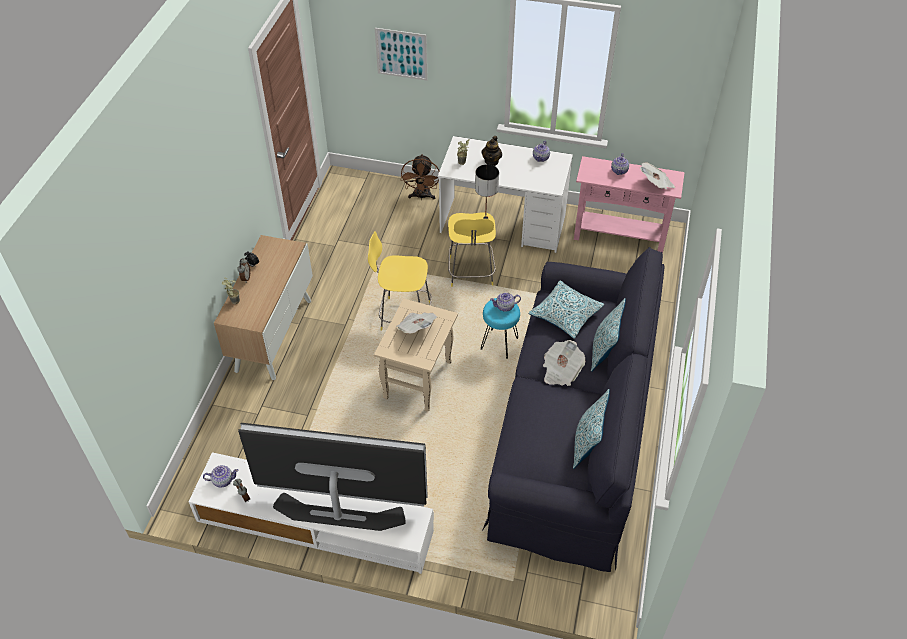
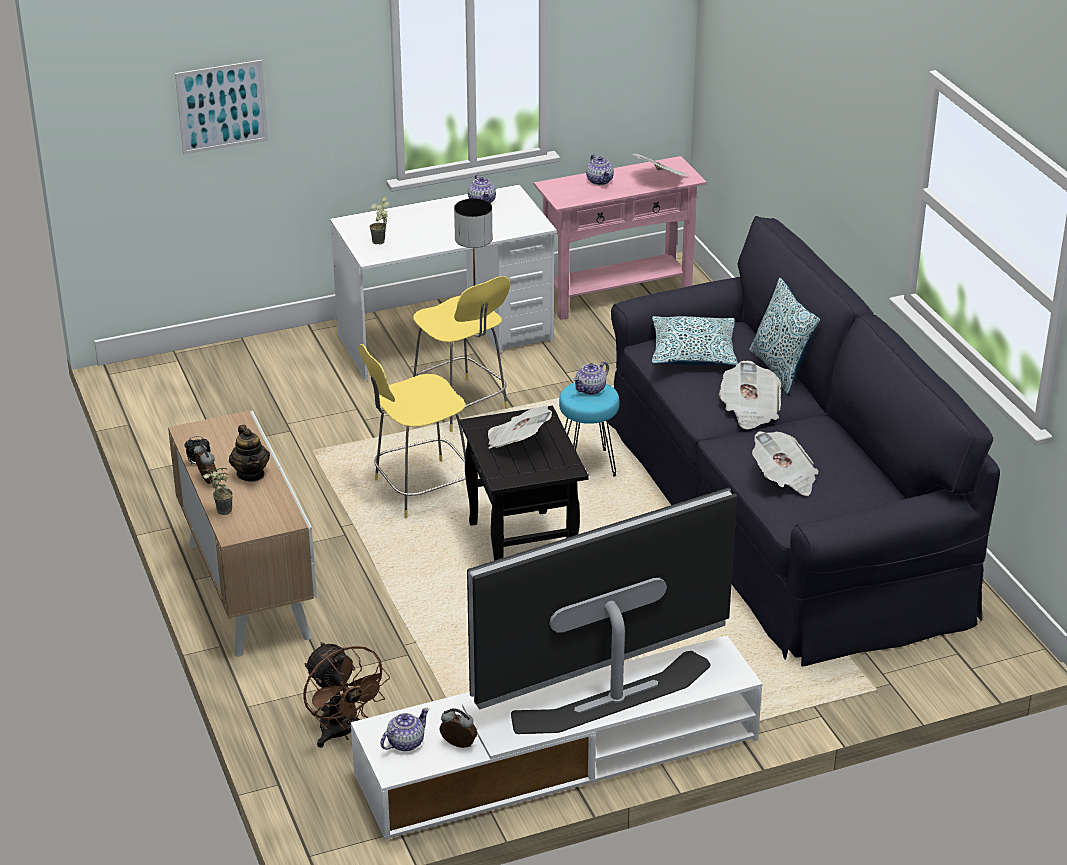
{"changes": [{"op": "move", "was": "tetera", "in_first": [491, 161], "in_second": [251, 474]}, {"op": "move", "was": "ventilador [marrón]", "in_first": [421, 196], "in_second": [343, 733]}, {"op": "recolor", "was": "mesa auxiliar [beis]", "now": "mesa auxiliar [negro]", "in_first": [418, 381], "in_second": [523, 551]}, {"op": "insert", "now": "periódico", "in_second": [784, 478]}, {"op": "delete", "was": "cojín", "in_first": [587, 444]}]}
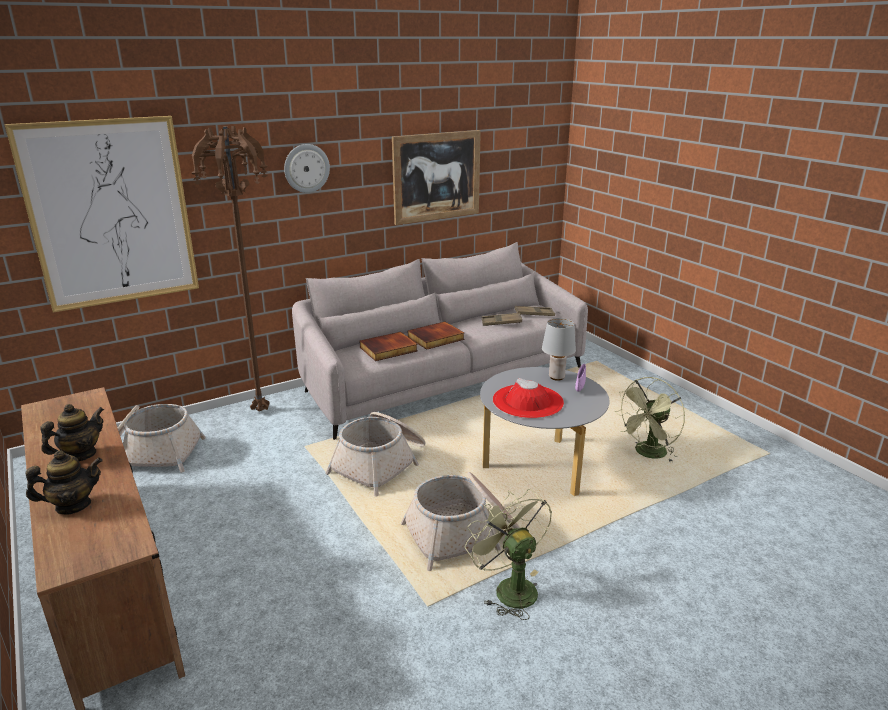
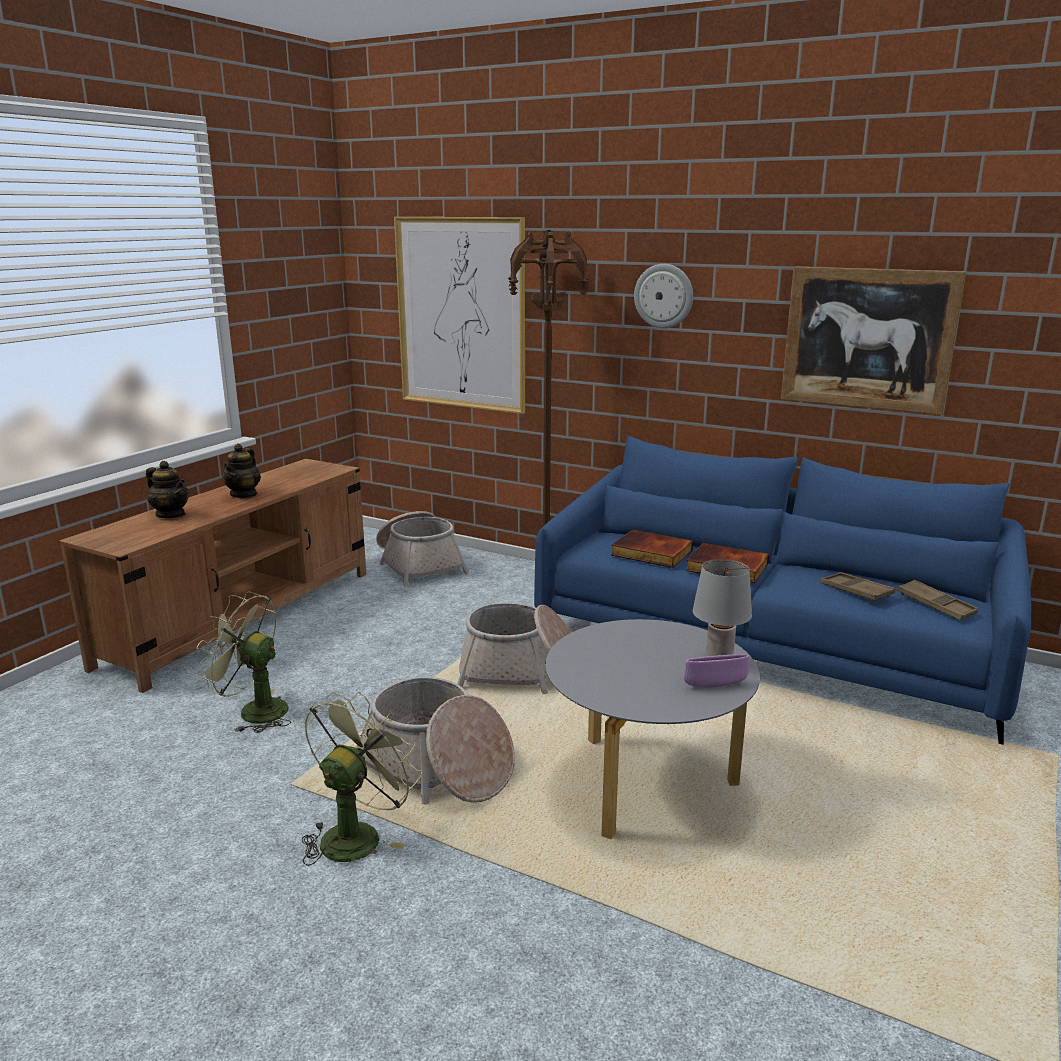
{"changes": [{"op": "move", "was": "ventilador [verde]", "in_first": [647, 454], "in_second": [253, 711]}, {"op": "rotate", "was": "tetera", "in_first": [80, 455], "in_second": [244, 494], "clockwise": 90}, {"op": "recolor", "was": "sofá [gris]", "now": "sofá [azul]", "in_first": [442, 379], "in_second": [766, 647]}, {"op": "delete", "was": "sombrero [rojo]", "in_first": [528, 401]}]}
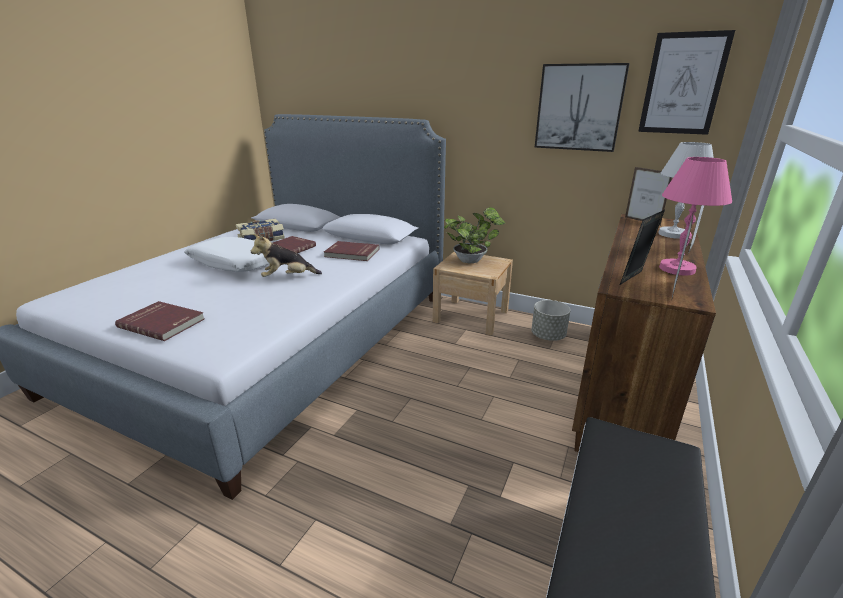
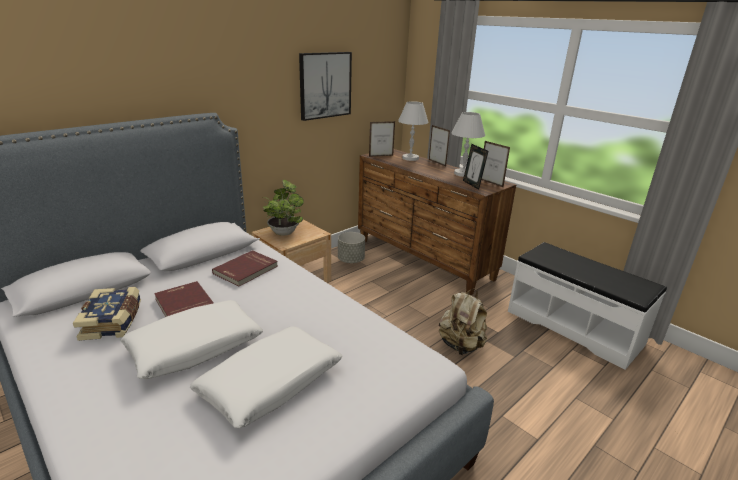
{"changes": [{"op": "insert", "now": "cojín [blanco]", "in_second": [270, 383]}, {"op": "insert", "now": "mochila [beis]", "in_second": [461, 345]}, {"op": "recolor", "was": "lámpara de mesa [rosa]", "now": "lámpara de mesa [blanco]", "in_first": [676, 269], "in_second": [462, 174]}, {"op": "delete", "was": "libro [rojo]", "in_first": [163, 323]}, {"op": "delete", "was": "peluche", "in_first": [287, 277]}, {"op": "delete", "was": "cuadro", "in_first": [683, 84]}]}
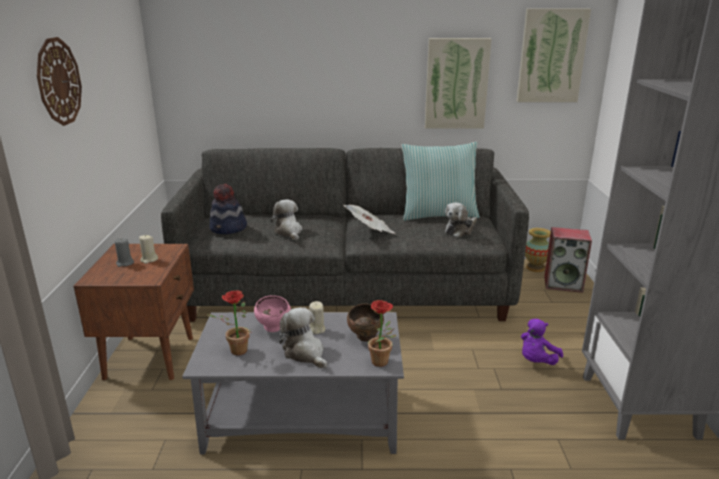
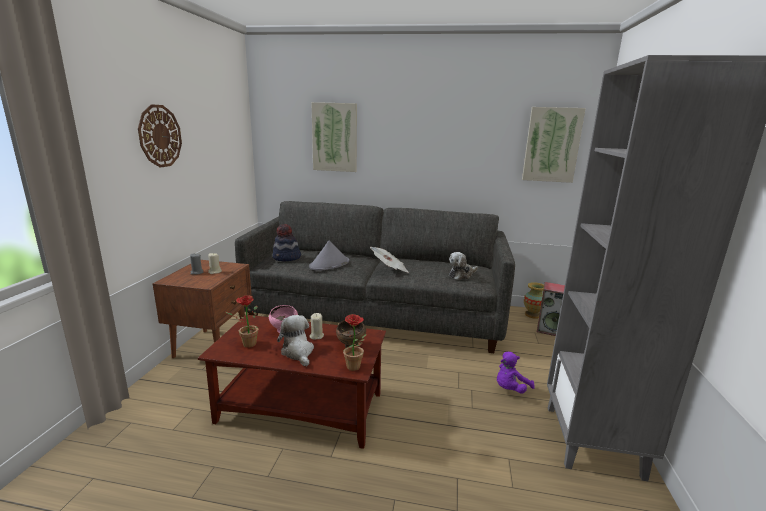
{"changes": [{"op": "recolor", "was": "mesa de centro [gris]", "now": "mesa de centro [marrón]", "in_first": [304, 418], "in_second": [302, 407]}, {"op": "replace", "was": "peluche", "now": "sombrero [gris]", "in_first": [289, 232], "in_second": [329, 264]}, {"op": "move", "was": "cuadro", "in_first": [456, 84], "in_second": [335, 137]}, {"op": "delete", "was": "cojín", "in_first": [438, 215]}]}
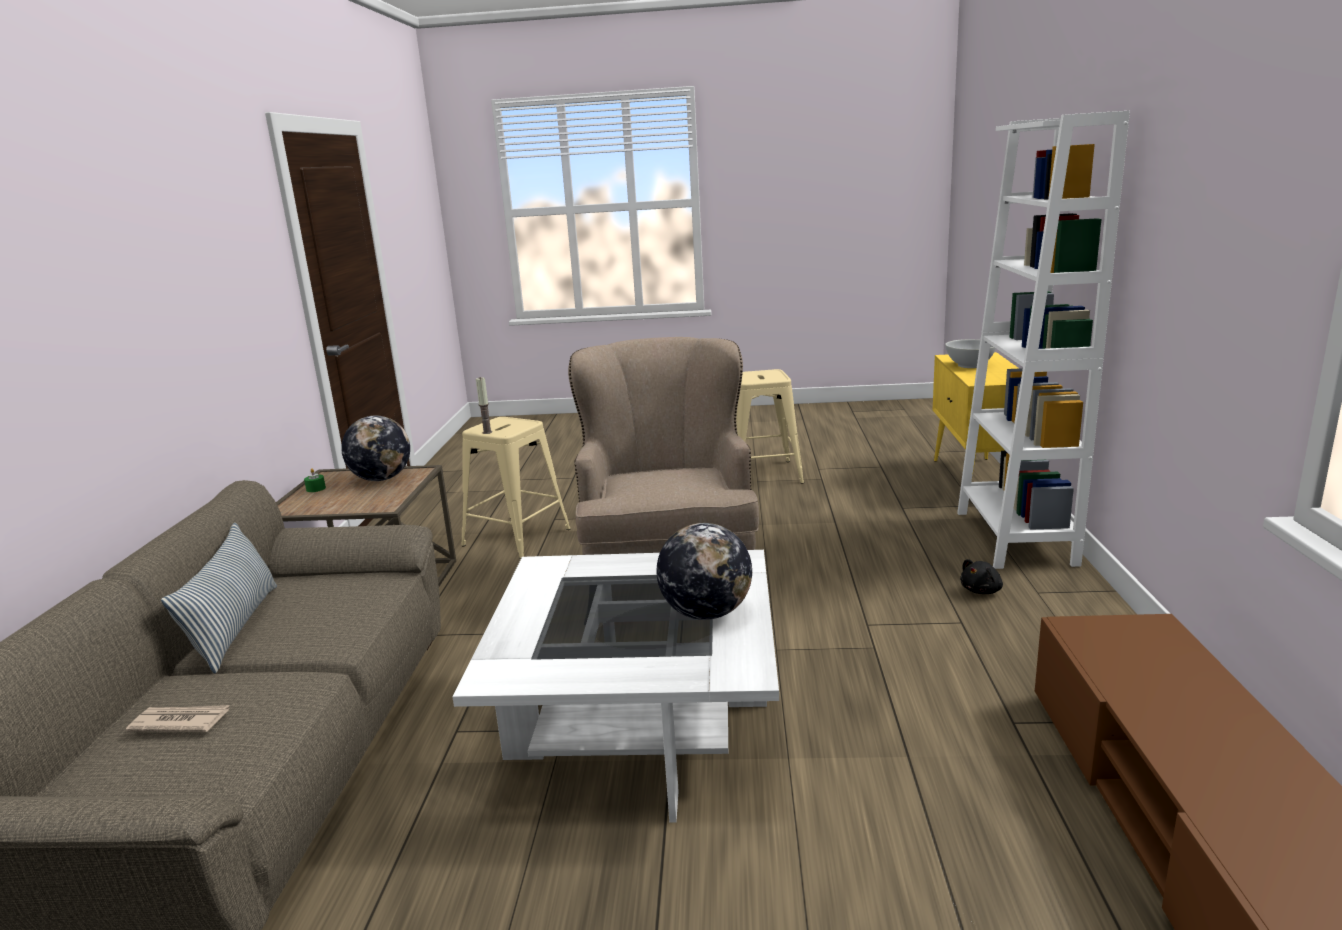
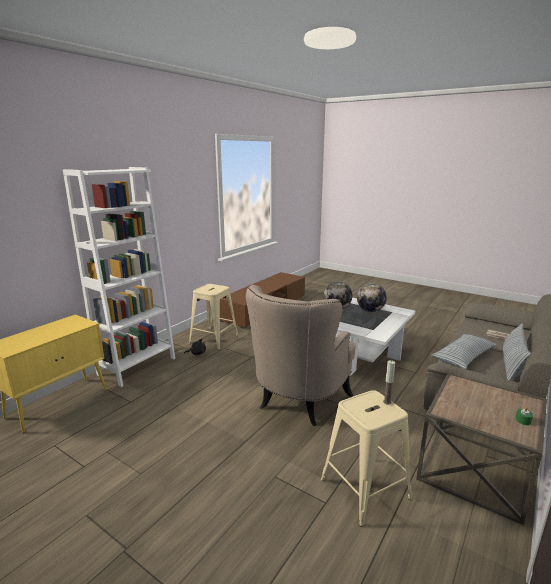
{"changes": [{"op": "move", "was": "taburete [beis]", "in_first": [762, 474], "in_second": [214, 339]}, {"op": "move", "was": "globo terráqueo", "in_first": [381, 479], "in_second": [370, 311]}, {"op": "insert", "now": "cojín", "in_second": [463, 357]}, {"op": "delete", "was": "cuenco [blanco]", "in_first": [970, 365]}]}
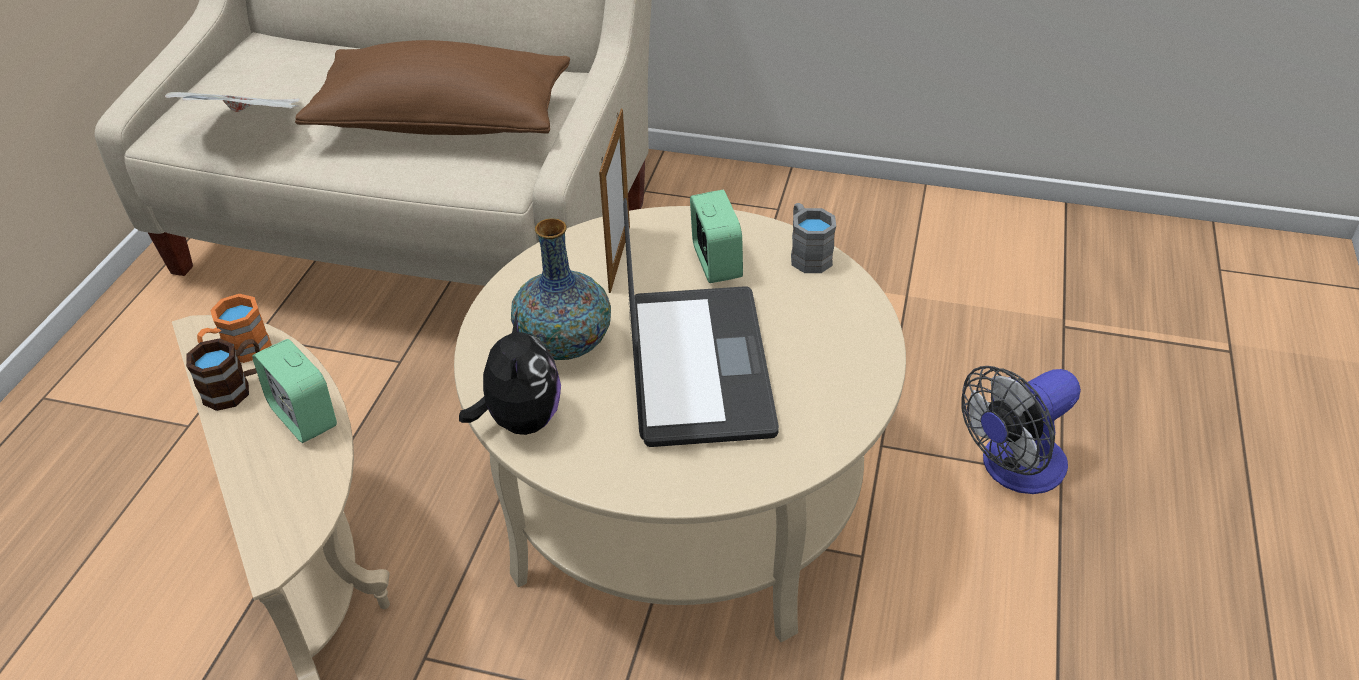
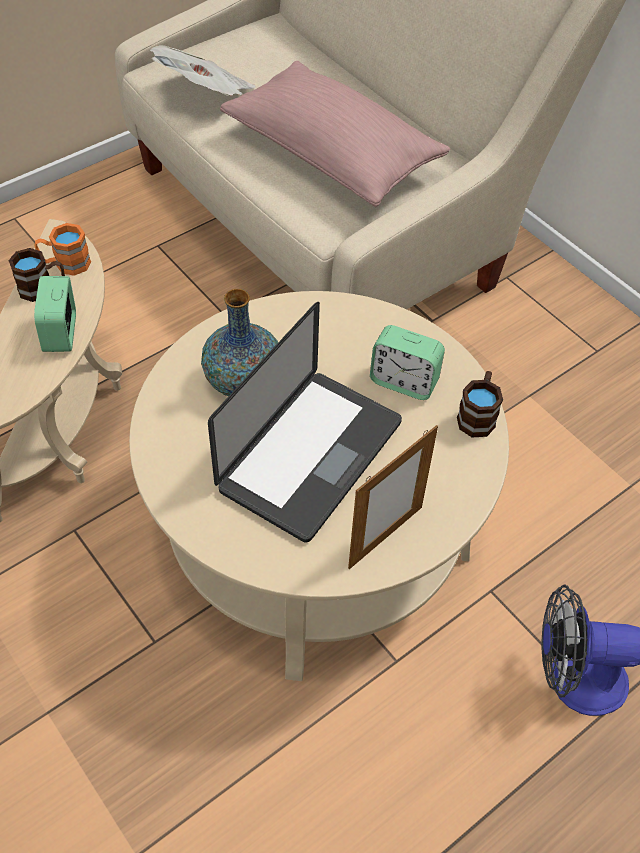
{"changes": [{"op": "recolor", "was": "cojín [marrón]", "now": "cojín [rosa]", "in_first": [443, 122], "in_second": [332, 155]}, {"op": "move", "was": "portarretratos", "in_first": [619, 258], "in_second": [385, 537]}, {"op": "rotate", "was": "despertador", "in_first": [716, 263], "in_second": [404, 382], "clockwise": 90}, {"op": "recolor", "was": "taza grande [gris]", "now": "taza grande [marrón]", "in_first": [807, 254], "in_second": [477, 415]}, {"op": "delete", "was": "peluche", "in_first": [520, 420]}]}
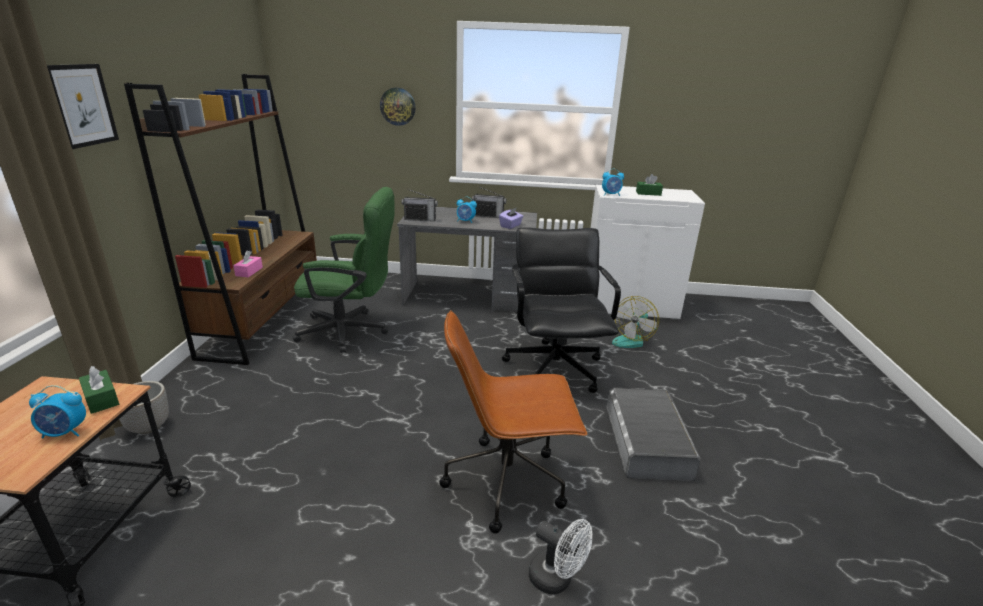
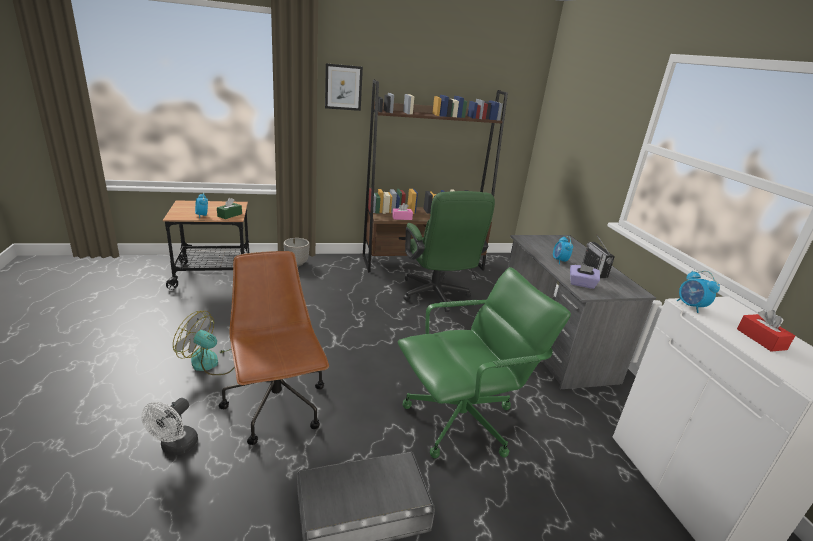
{"changes": [{"op": "move", "was": "ventilador", "in_first": [631, 339], "in_second": [211, 362]}, {"op": "recolor", "was": "silla de oficina [negro]", "now": "silla de oficina [verde]", "in_first": [555, 368], "in_second": [462, 421]}, {"op": "recolor", "was": "caja de pañuelos [verde]", "now": "caja de pañuelos [rojo]", "in_first": [648, 193], "in_second": [761, 339]}, {"op": "delete", "was": "reloj de pared", "in_first": [398, 106]}, {"op": "delete", "was": "radio", "in_first": [420, 219]}]}
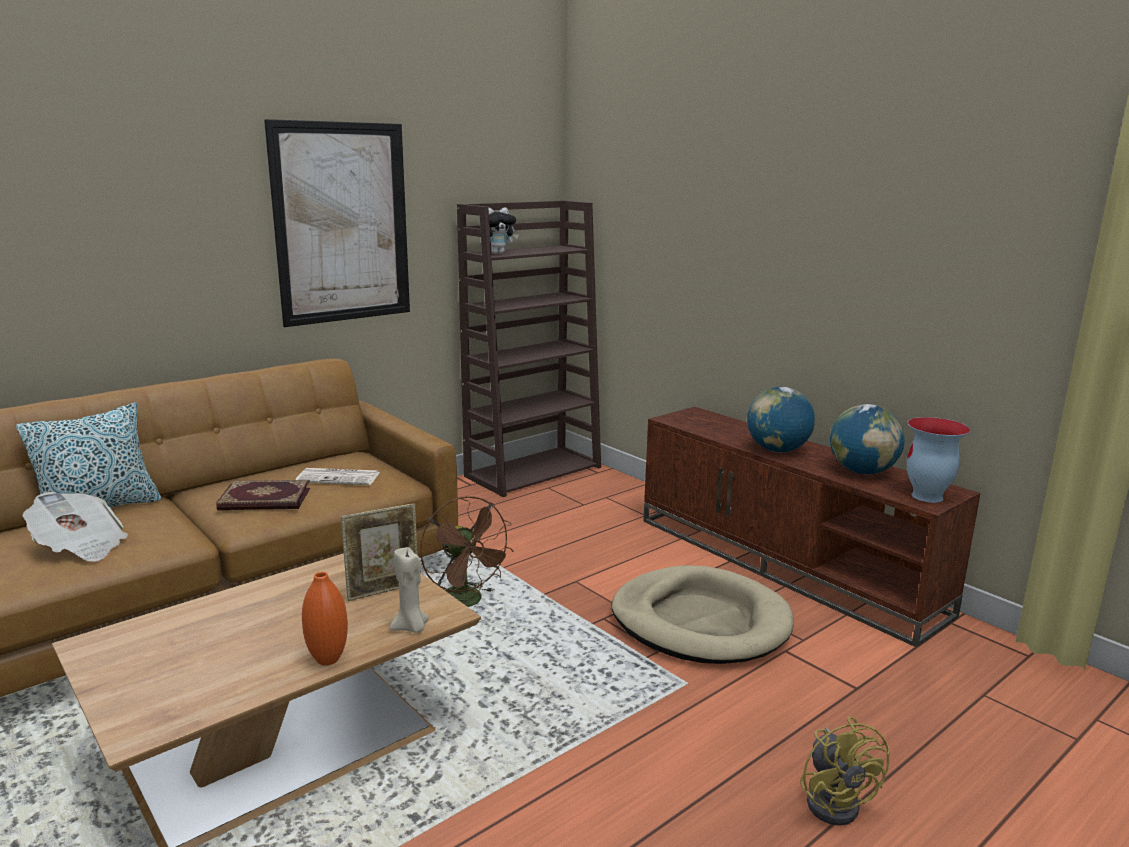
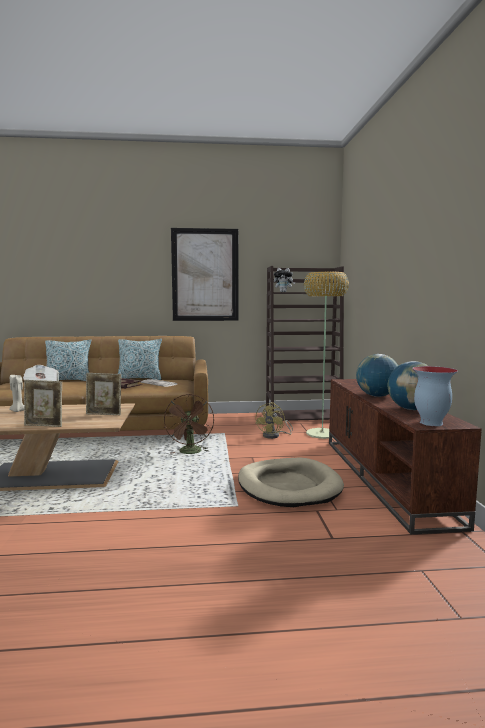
{"changes": [{"op": "move", "was": "vela [beis]", "in_first": [411, 628], "in_second": [18, 411]}, {"op": "replace", "was": "florero [naranja]", "now": "portarretratos", "in_first": [328, 659], "in_second": [44, 425]}, {"op": "insert", "now": "cojín", "in_second": [140, 379]}, {"op": "move", "was": "ventilador [amarillo]", "in_first": [836, 800], "in_second": [274, 436]}, {"op": "insert", "now": "lámpara de pie", "in_second": [322, 433]}]}
